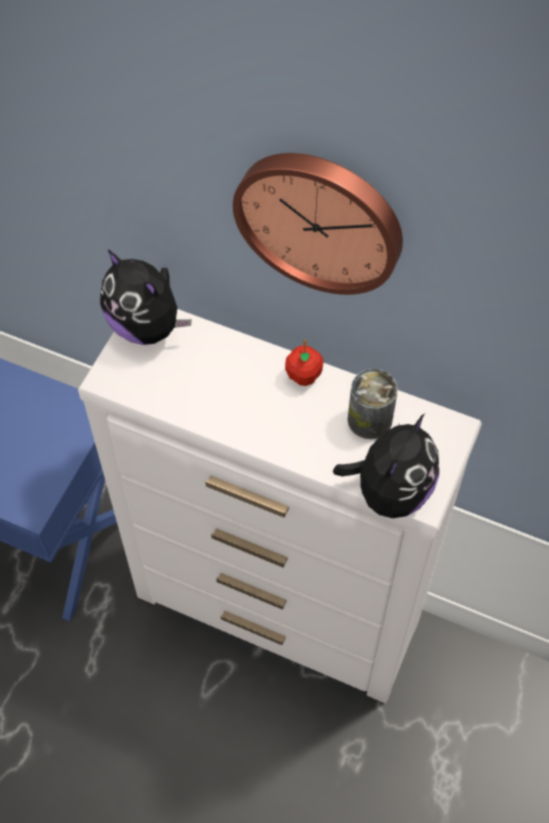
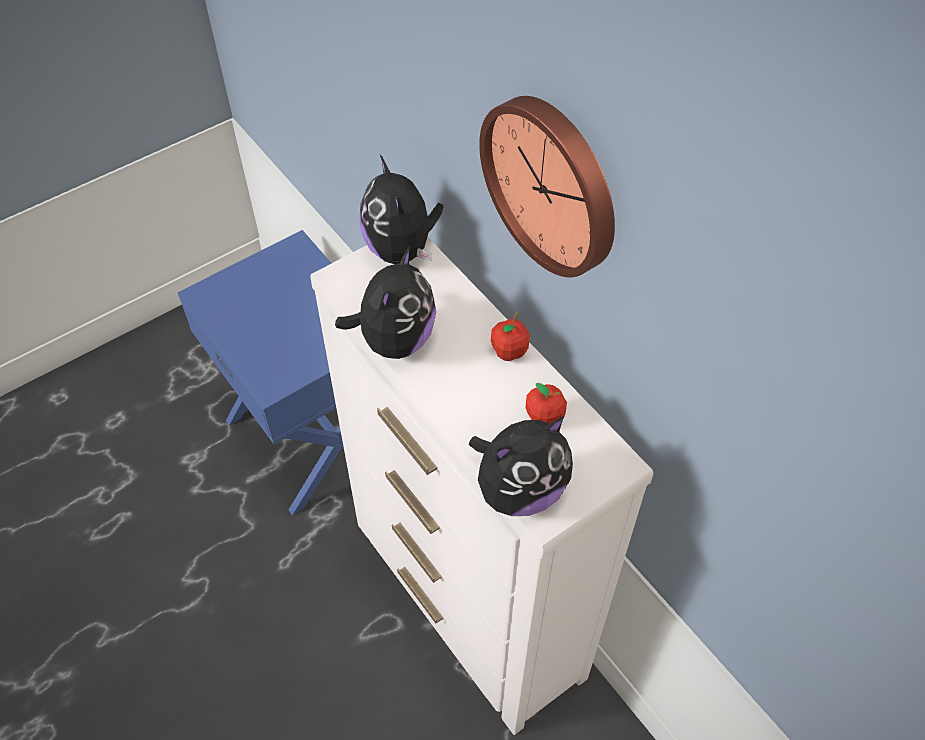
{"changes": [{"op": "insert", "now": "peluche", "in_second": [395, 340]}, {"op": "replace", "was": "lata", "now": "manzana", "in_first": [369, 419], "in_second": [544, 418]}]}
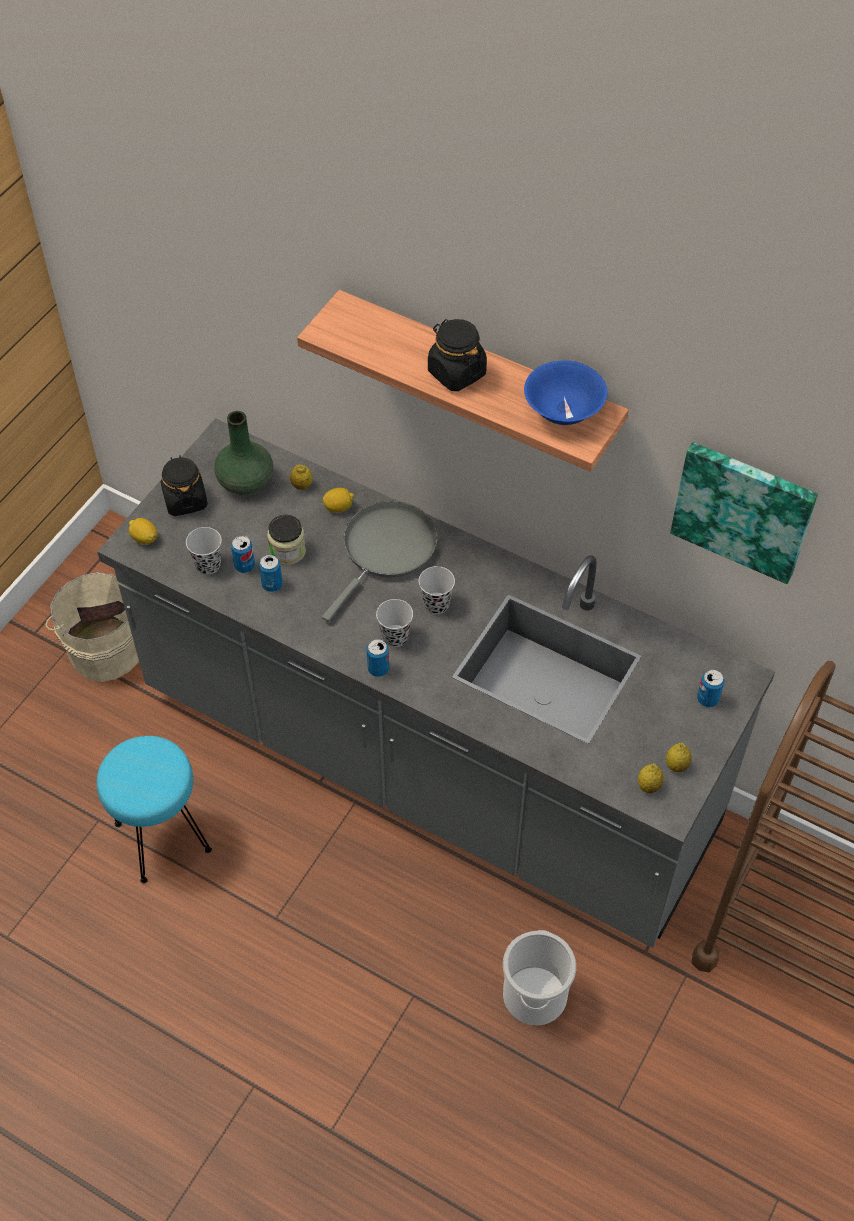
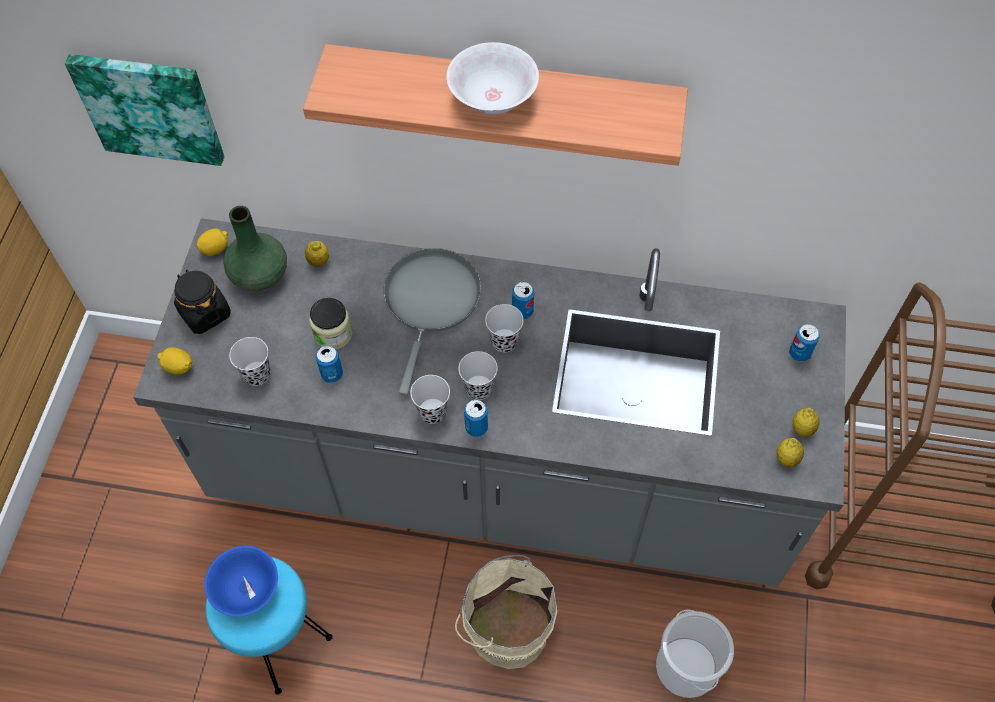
{"changes": [{"op": "move", "was": "cuadro", "in_first": [743, 509], "in_second": [150, 107]}, {"op": "move", "was": "limón", "in_first": [338, 507], "in_second": [215, 249]}, {"op": "move", "was": "cuenco [azul]", "in_first": [563, 411], "in_second": [246, 589]}, {"op": "insert", "now": "taza [negro]", "in_second": [432, 412]}, {"op": "replace", "was": "tarro [negro]", "now": "cuenco [blanco]", "in_first": [456, 373], "in_second": [493, 99]}, {"op": "move", "was": "cubo [beis]", "in_first": [104, 648], "in_second": [505, 626]}, {"op": "move", "was": "lata", "in_first": [244, 566], "in_second": [522, 311]}]}
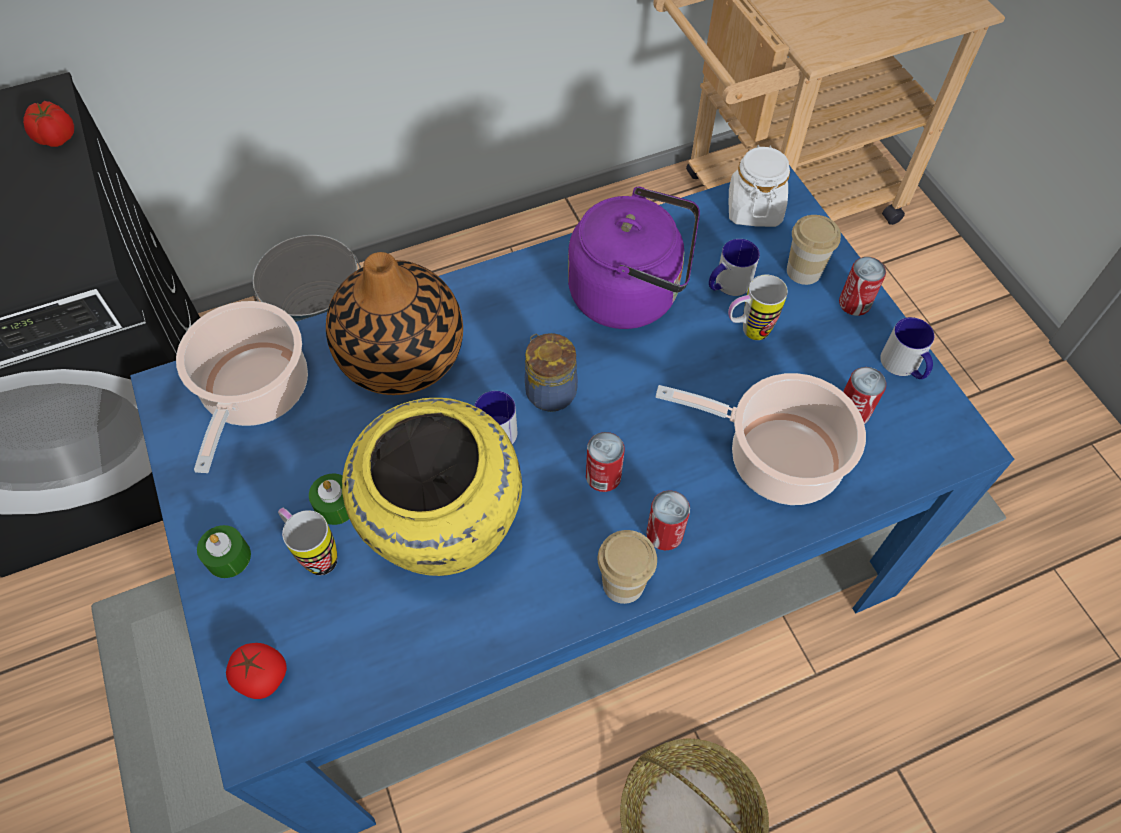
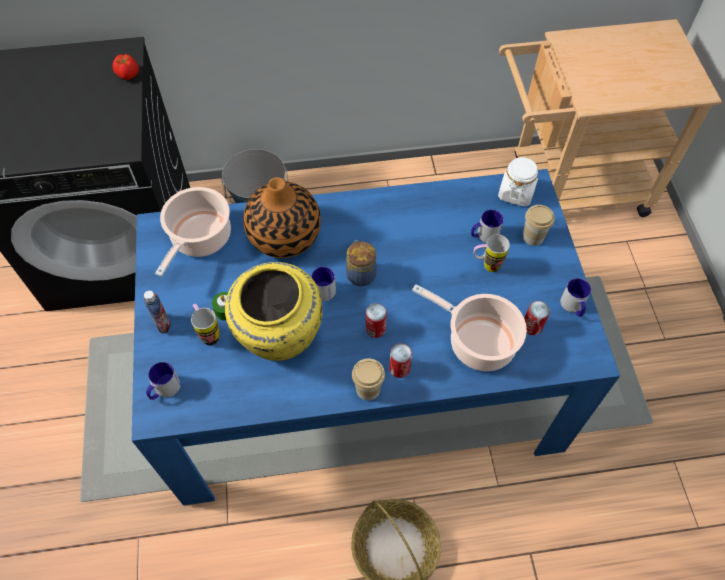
{"changes": [{"op": "replace", "was": "vela [verde]", "now": "botella", "in_first": [228, 557], "in_second": [163, 324]}, {"op": "replace", "was": "tomate", "now": "taza grande", "in_first": [262, 676], "in_second": [164, 389]}, {"op": "delete", "was": "hervidor [morado]", "in_first": [631, 294]}, {"op": "delete", "was": "lata", "in_first": [854, 303]}]}
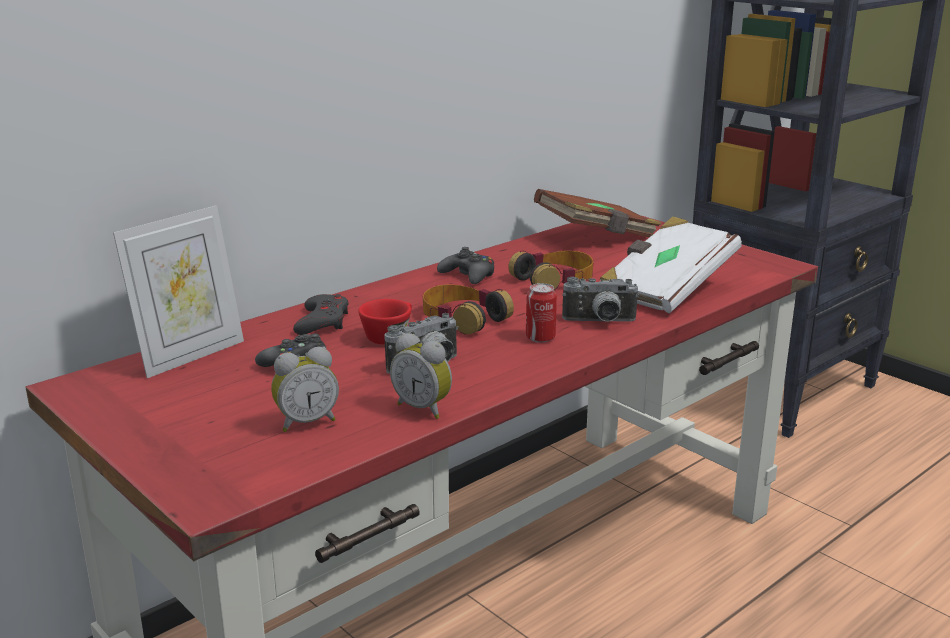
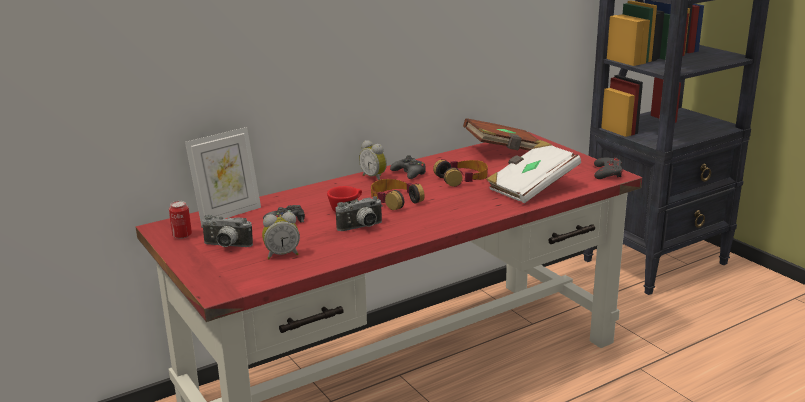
{"changes": [{"op": "move", "was": "lata", "in_first": [540, 338], "in_second": [182, 235]}, {"op": "move", "was": "cámara", "in_first": [600, 322], "in_second": [226, 246]}, {"op": "move", "was": "despertador", "in_first": [424, 408], "in_second": [374, 177]}, {"op": "move", "was": "mando de consola [gris]", "in_first": [322, 321], "in_second": [607, 172]}]}
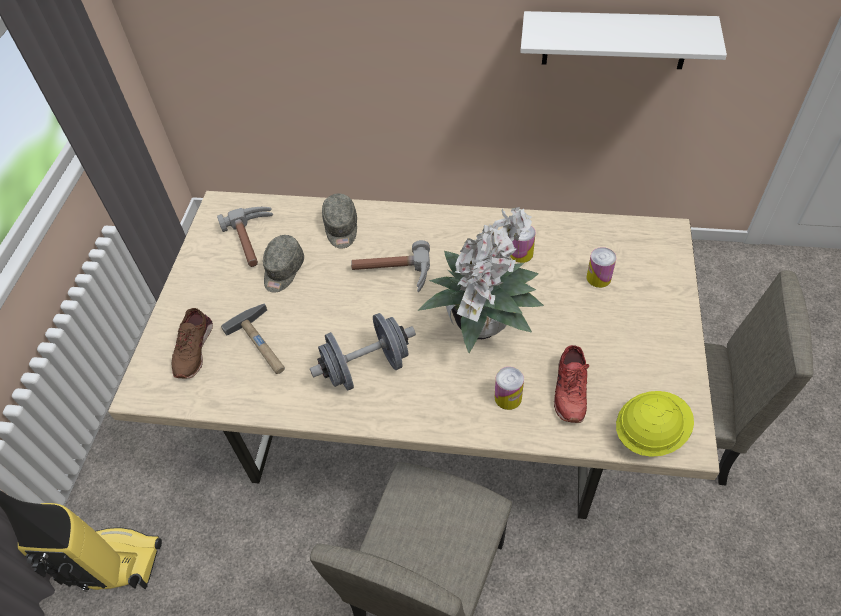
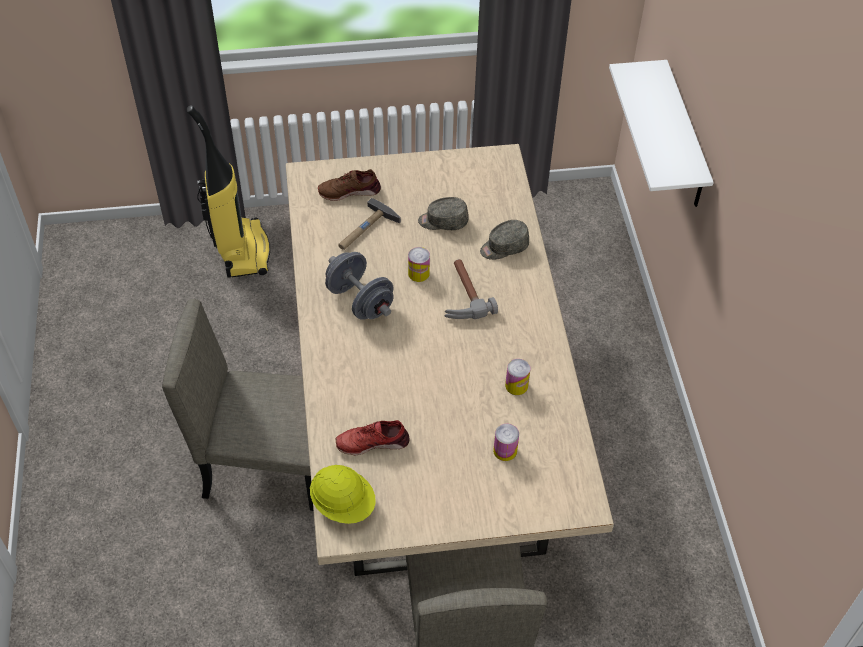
{"changes": [{"op": "move", "was": "lata", "in_first": [508, 397], "in_second": [418, 273]}, {"op": "move", "was": "estante [blanco]", "in_first": [615, 40], "in_second": [684, 138]}, {"op": "delete", "was": "martillo", "in_first": [254, 240]}, {"op": "delete", "was": "planta en maceta", "in_first": [483, 324]}]}
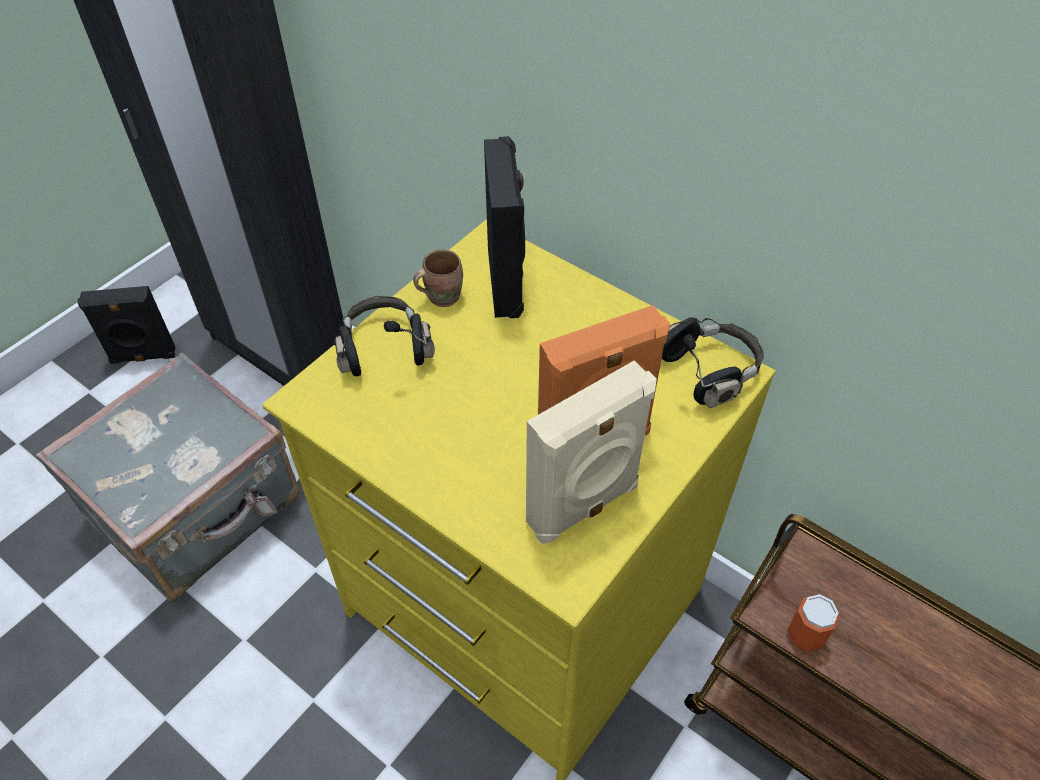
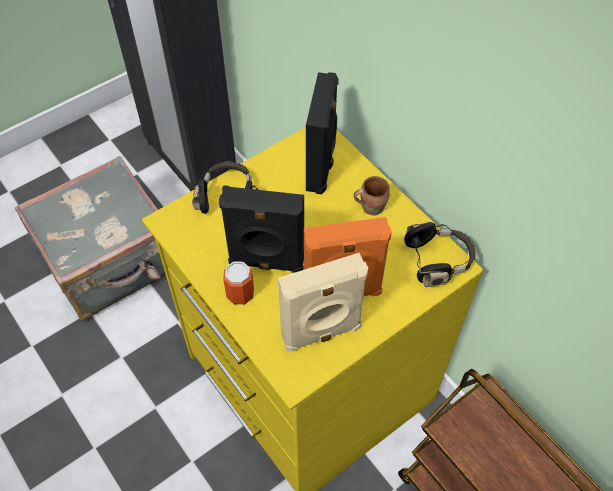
{"changes": [{"op": "move", "was": "altavoz [negro]", "in_first": [143, 357], "in_second": [266, 263]}, {"op": "move", "was": "lata", "in_first": [805, 635], "in_second": [240, 294]}, {"op": "move", "was": "taza grande [marrón]", "in_first": [441, 296], "in_second": [371, 206]}]}
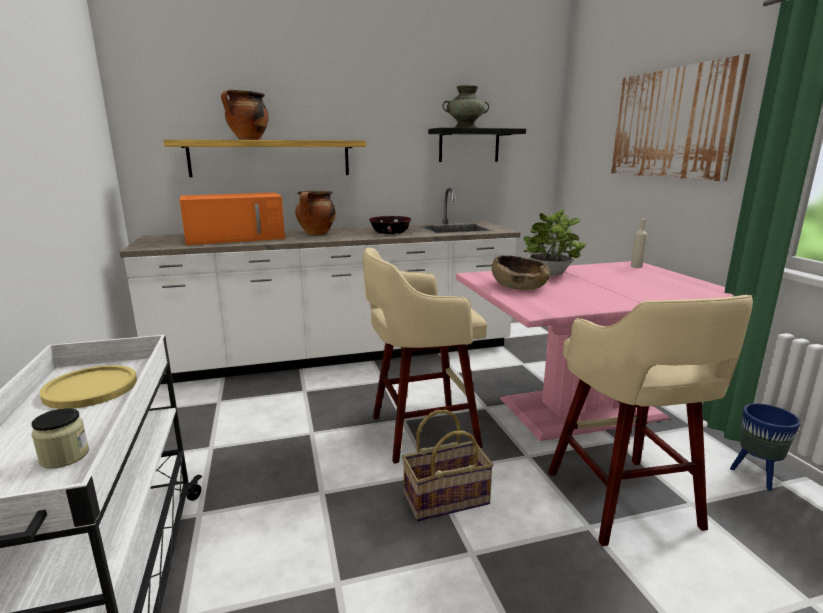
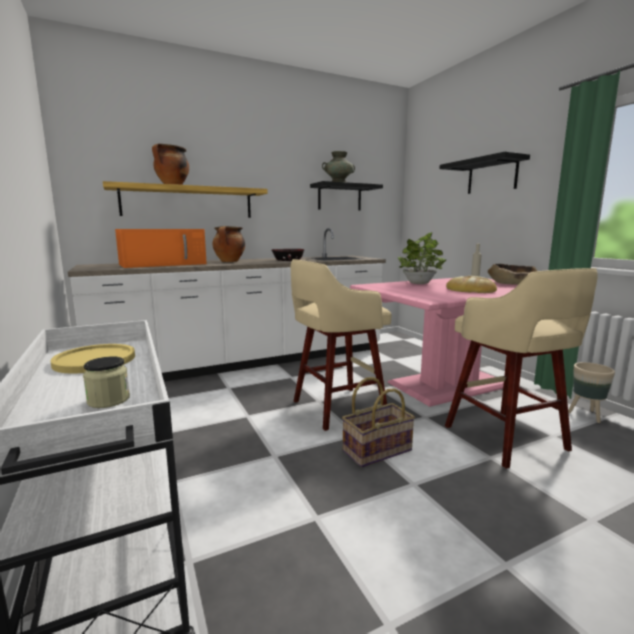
{"changes": [{"op": "replace", "was": "cuadro", "now": "estante [negro]", "in_first": [671, 123], "in_second": [492, 176]}, {"op": "insert", "now": "pan", "in_second": [470, 290]}, {"op": "move", "was": "cuenco [marrón]", "in_first": [519, 286], "in_second": [511, 283]}, {"op": "recolor", "was": "maceta [azul]", "now": "maceta [beis]", "in_first": [756, 476], "in_second": [586, 415]}]}
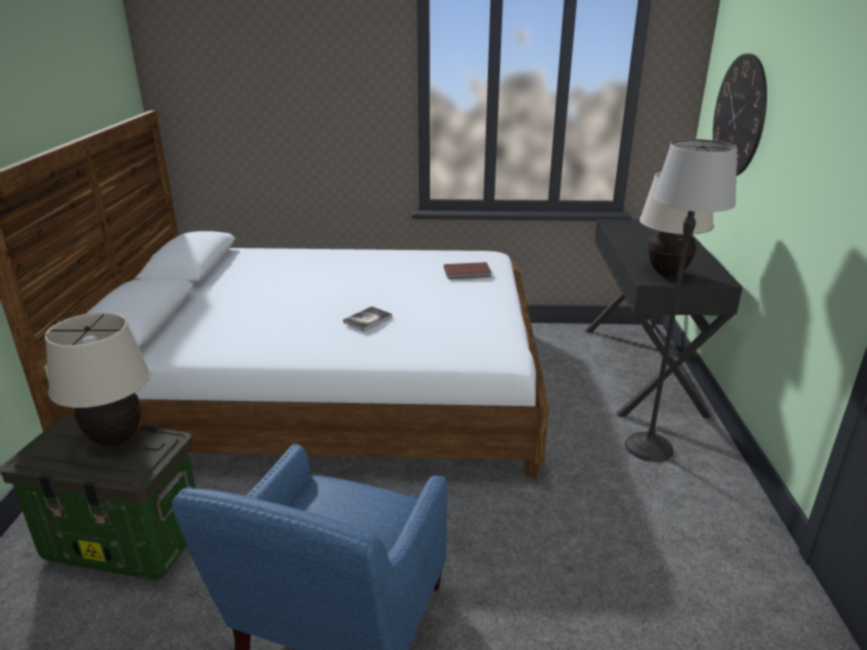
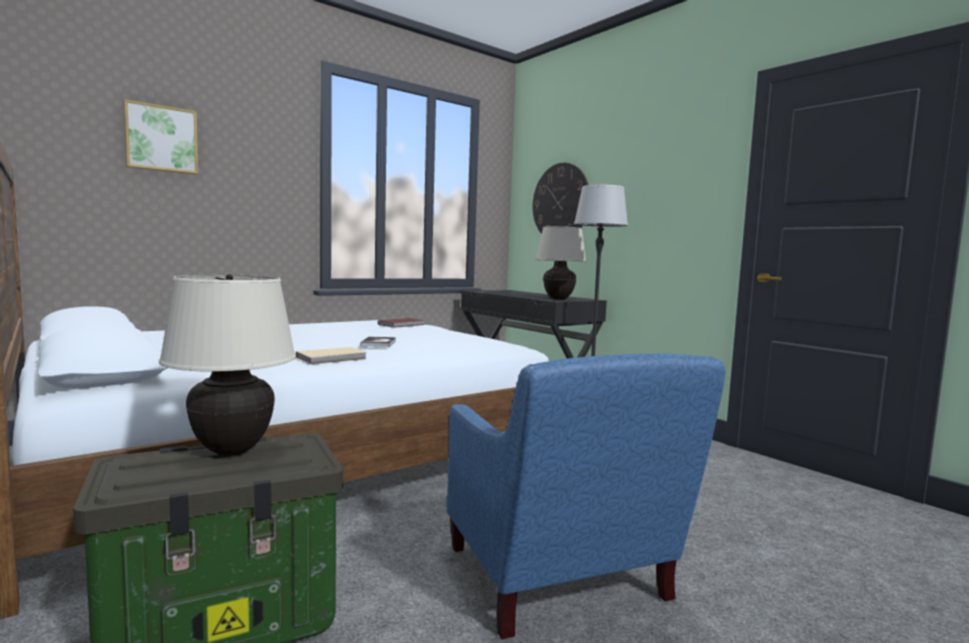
{"changes": [{"op": "insert", "now": "cuadro", "in_second": [161, 139]}, {"op": "insert", "now": "libro [beis]", "in_second": [333, 358]}]}
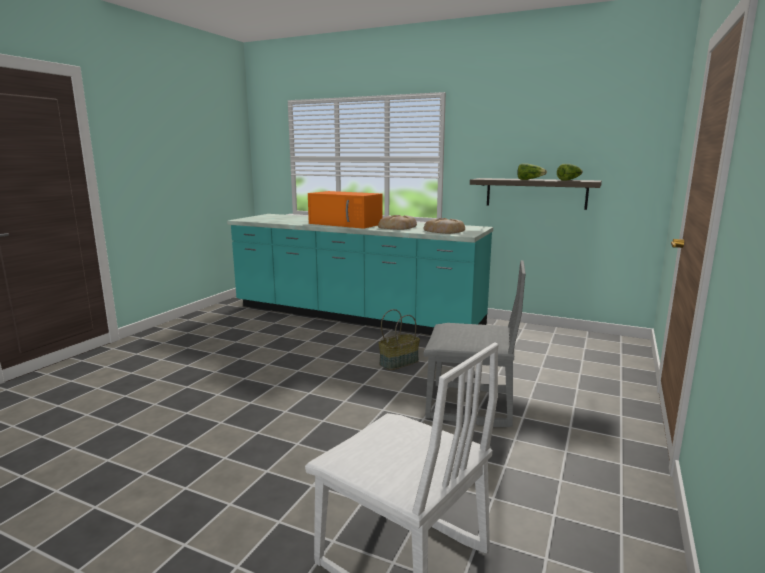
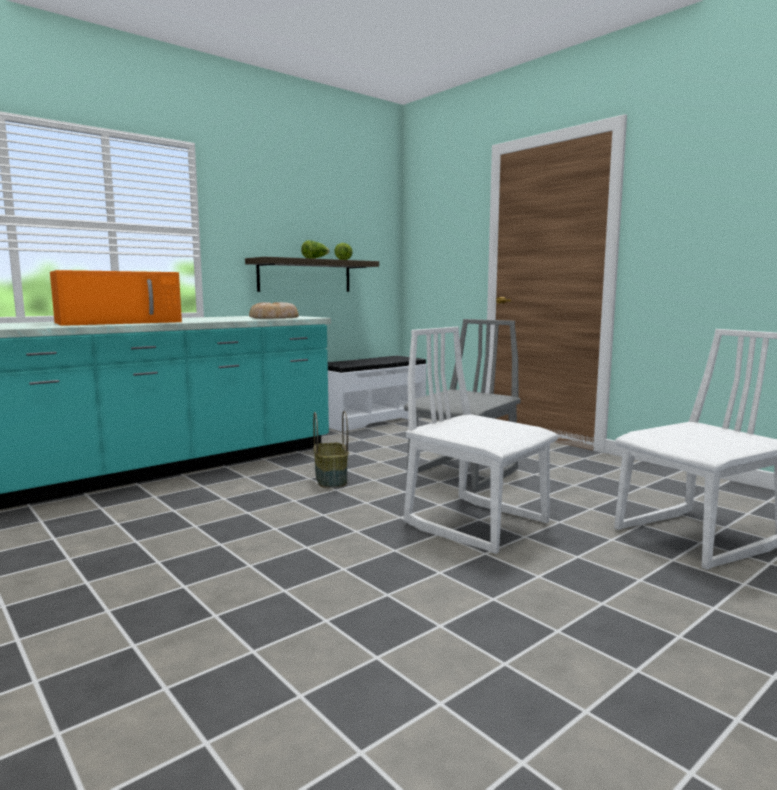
{"changes": [{"op": "insert", "now": "banco [blanco]", "in_second": [370, 419]}, {"op": "insert", "now": "silla [blanco]", "in_second": [477, 523]}, {"op": "delete", "was": "pan", "in_first": [398, 227]}]}
